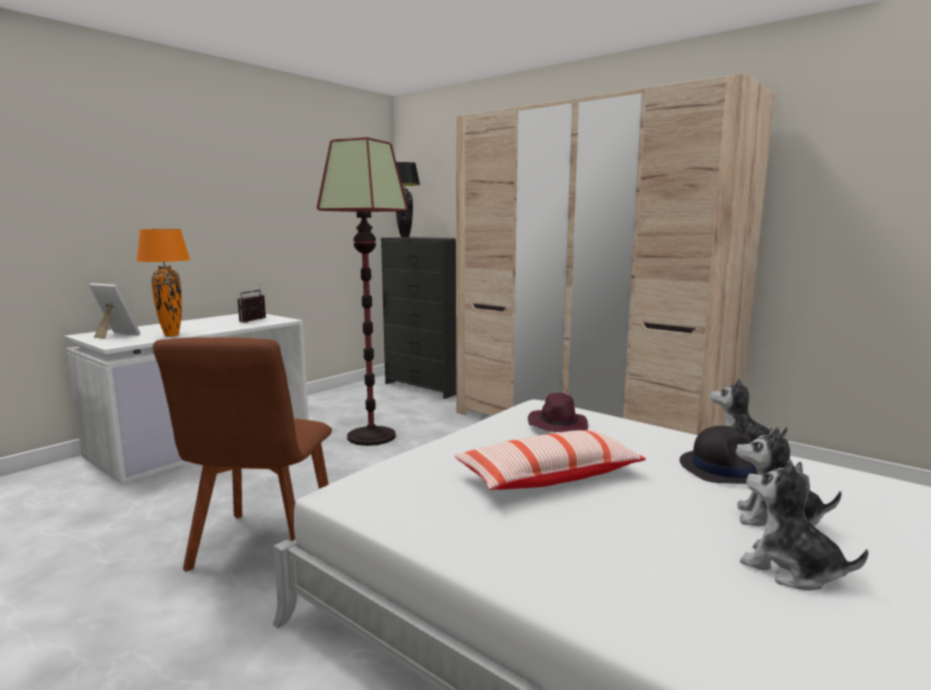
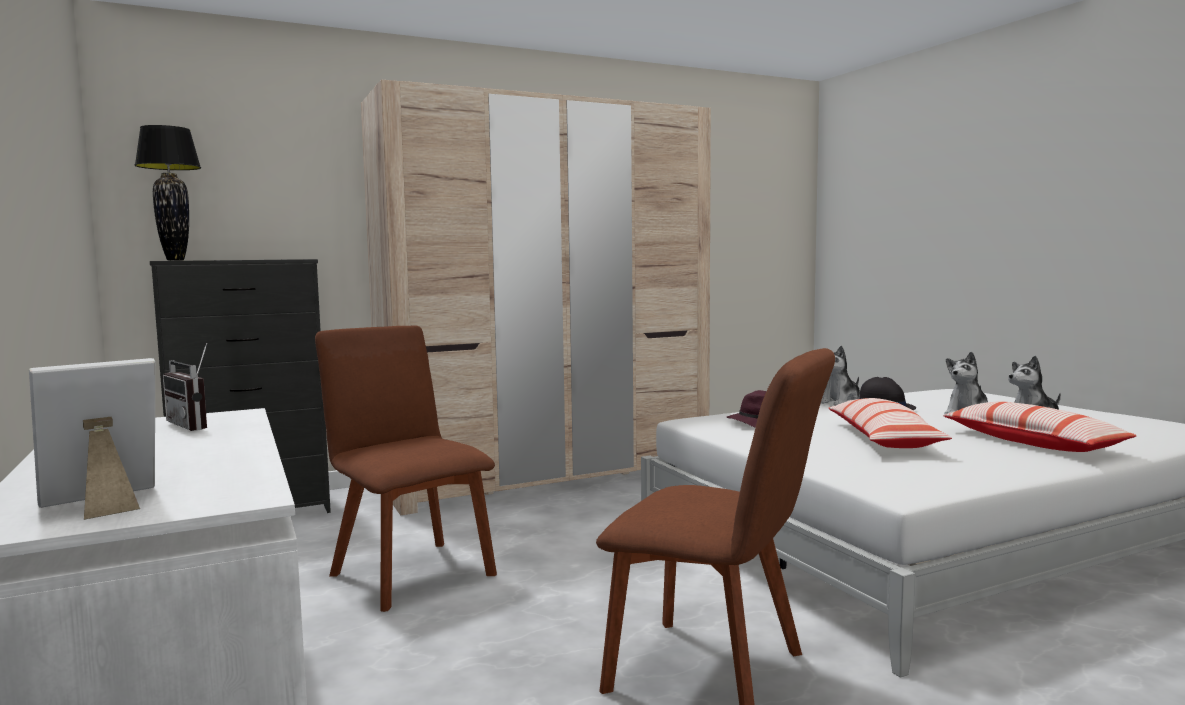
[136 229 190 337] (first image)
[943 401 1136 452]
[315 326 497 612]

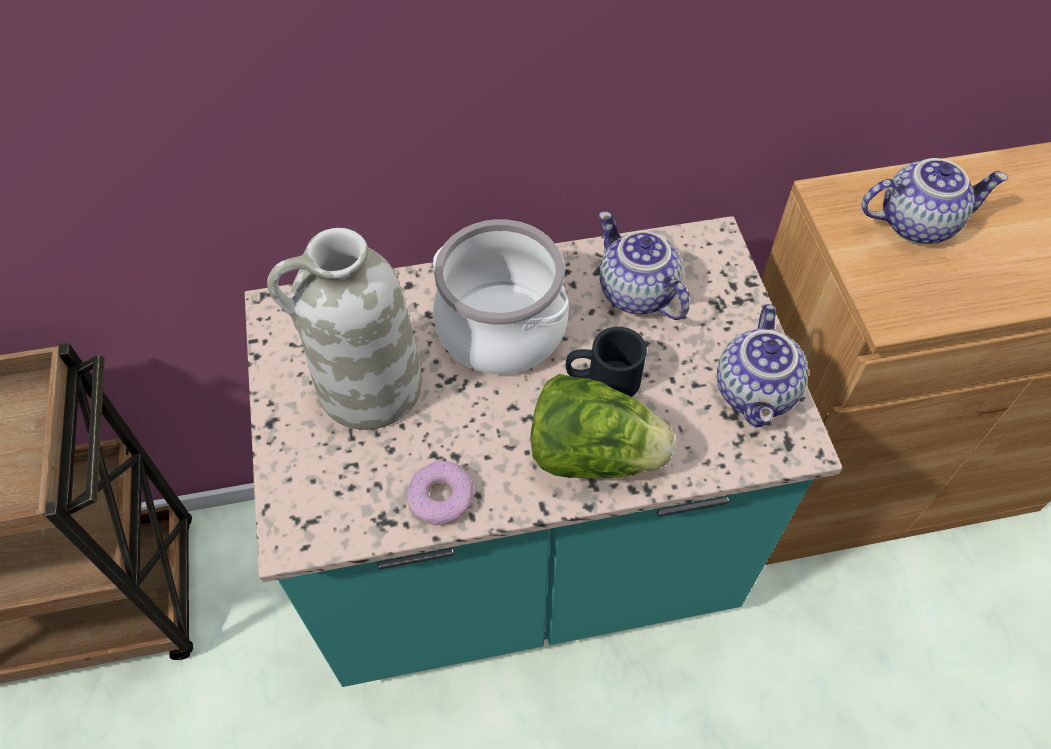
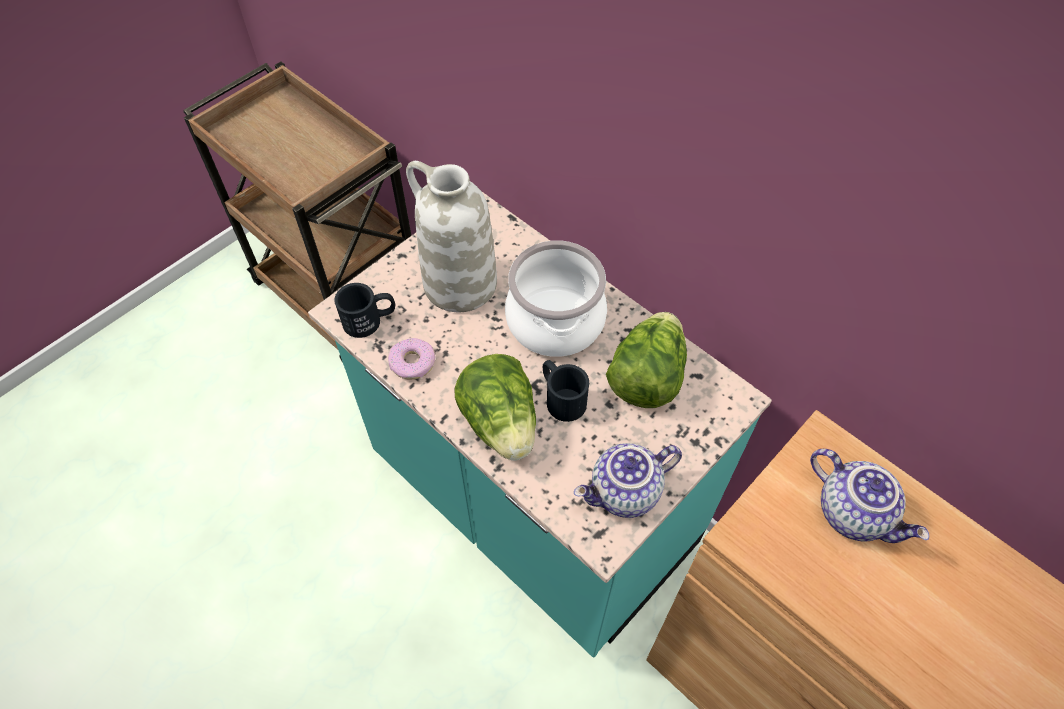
[334 283 395 338]
[606 312 687 408]

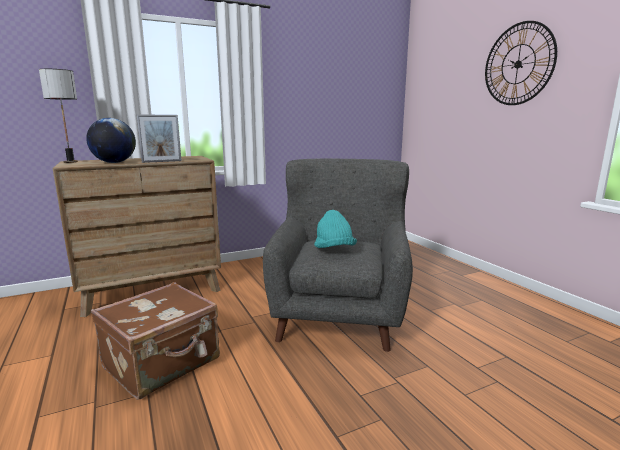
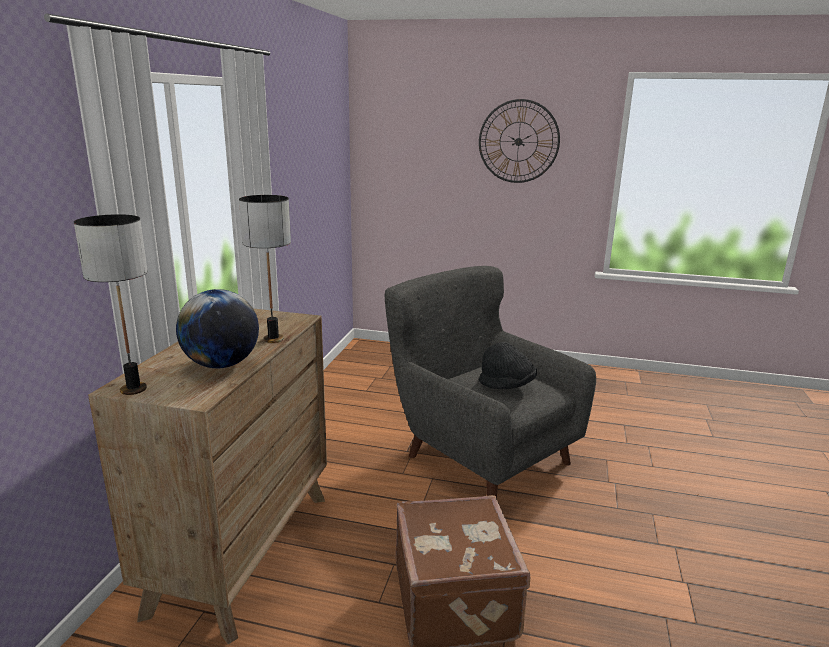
[239 195 291 343]
[479 342 537 389]

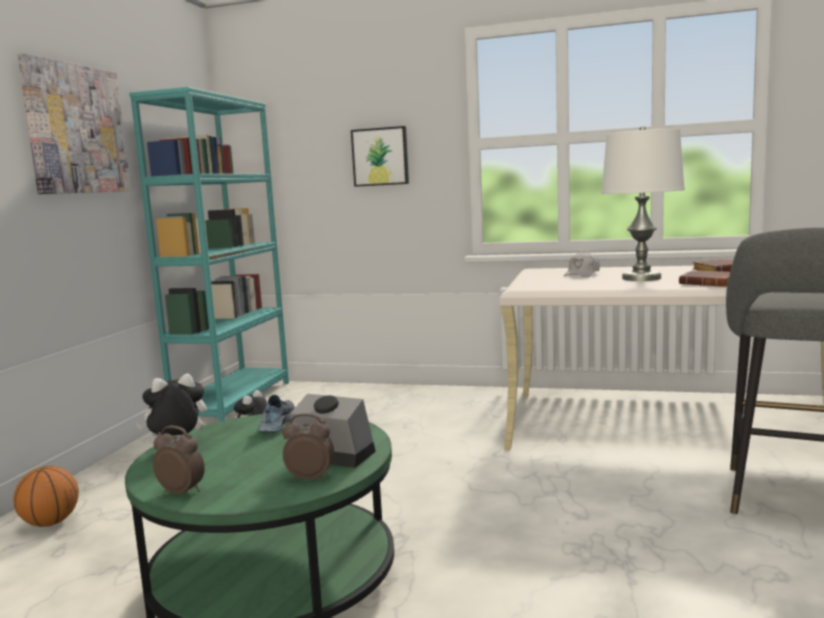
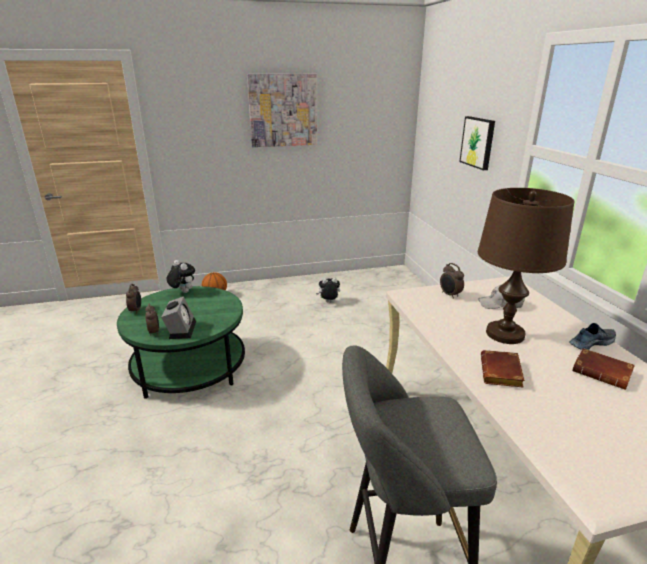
[129 87 289 422] (first image)
[440 263 464 299]
[569 323 616 350]
[478 188 574 344]

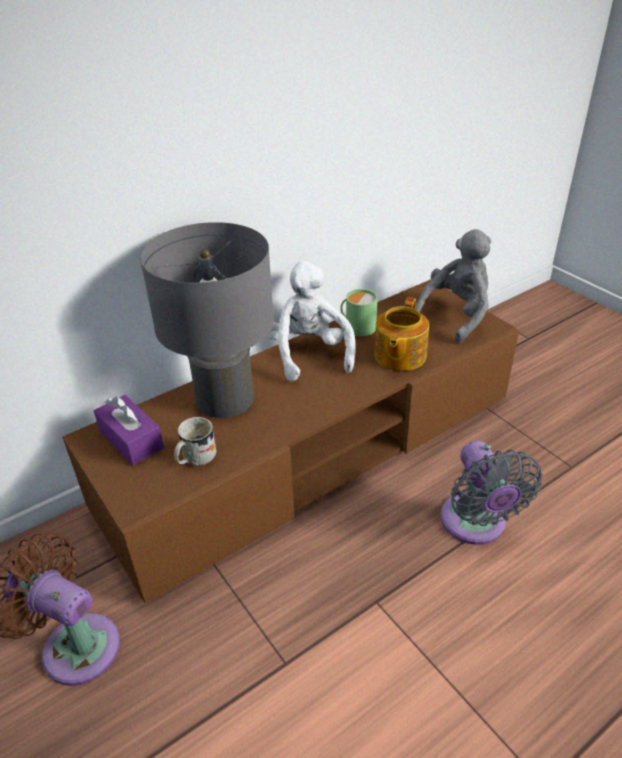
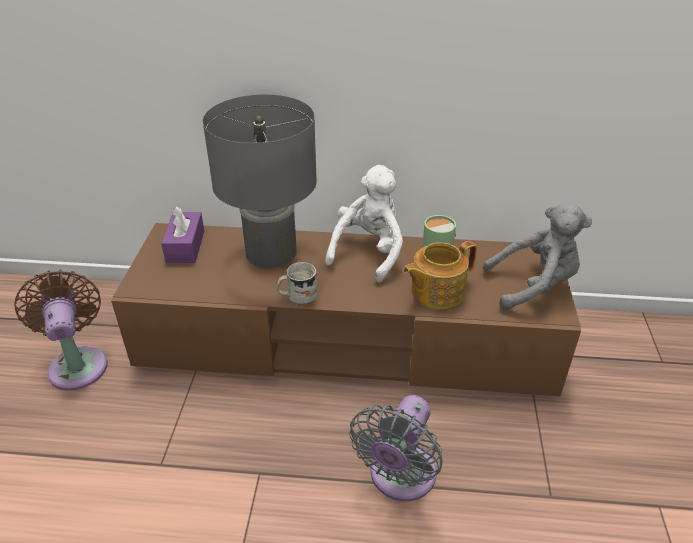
[276 262 318 305]

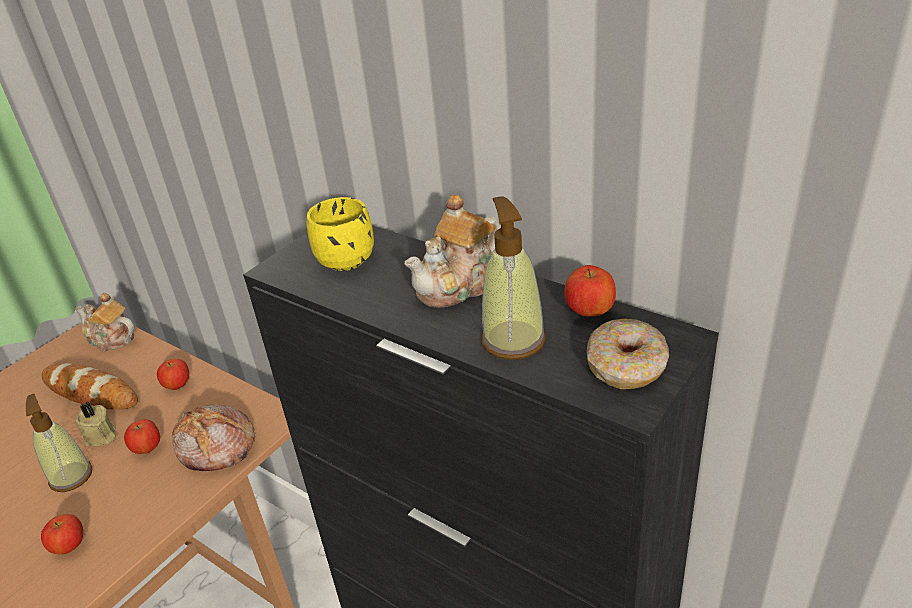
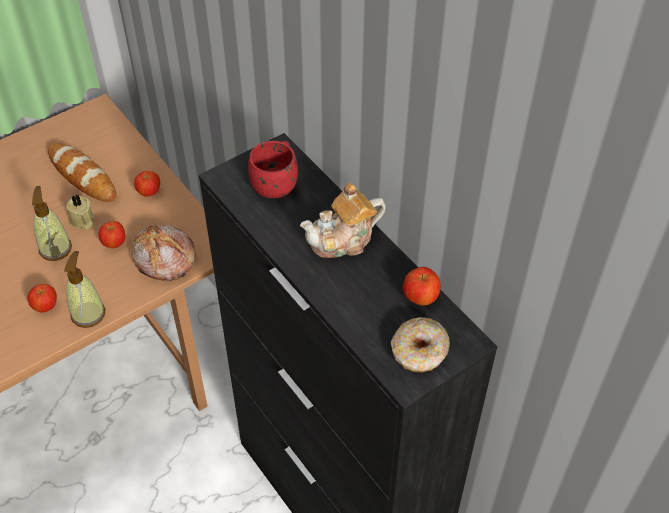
[76 293 134 352] (first image)
[64 251 105 328]
[248 141 298 198]

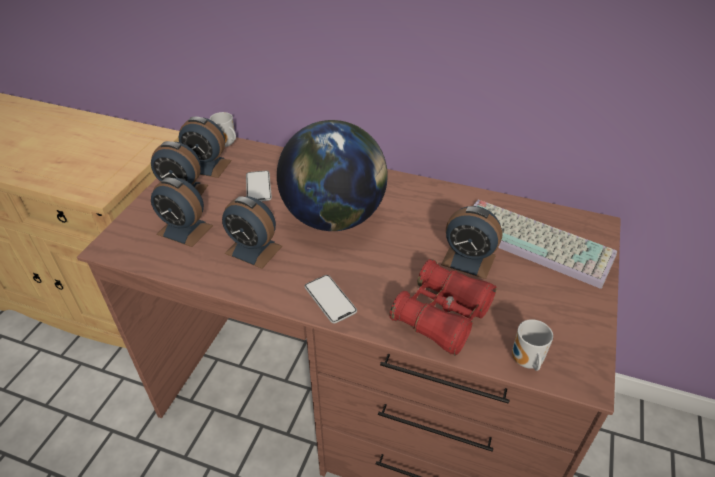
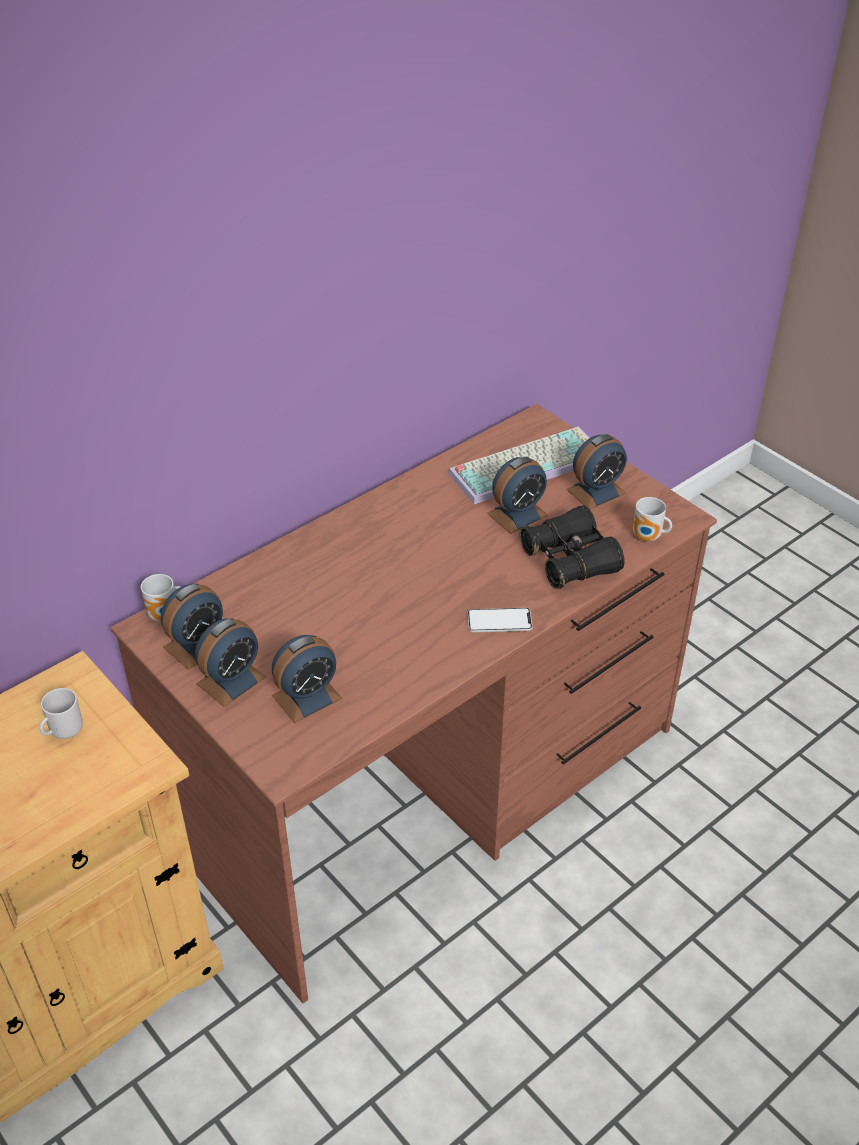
[246 171 272 201] (first image)
[277 120 388 231] (first image)
[40 688 83 739]
[566 434 627 509]
[519 505 625 589]

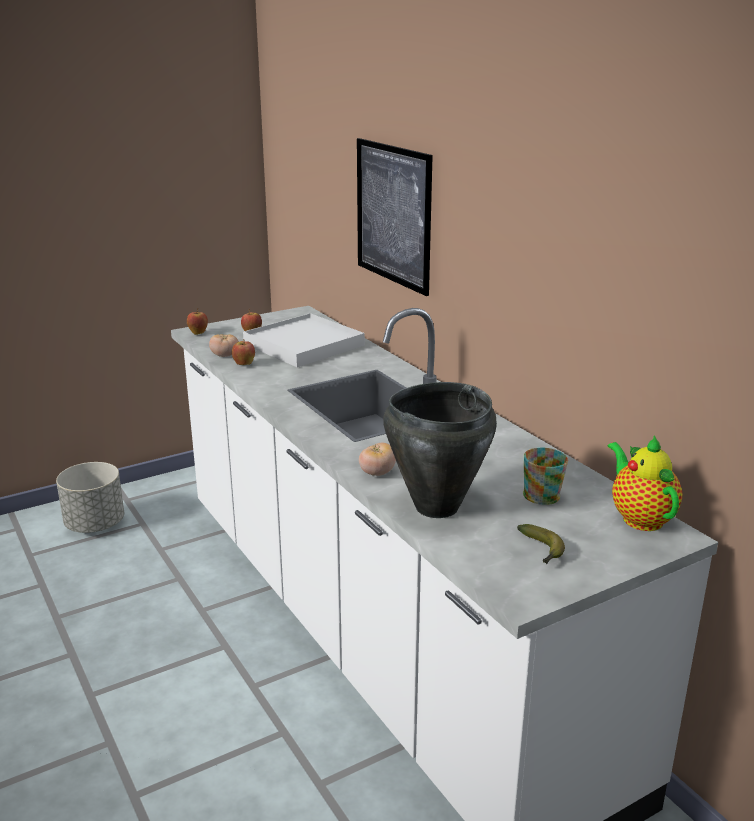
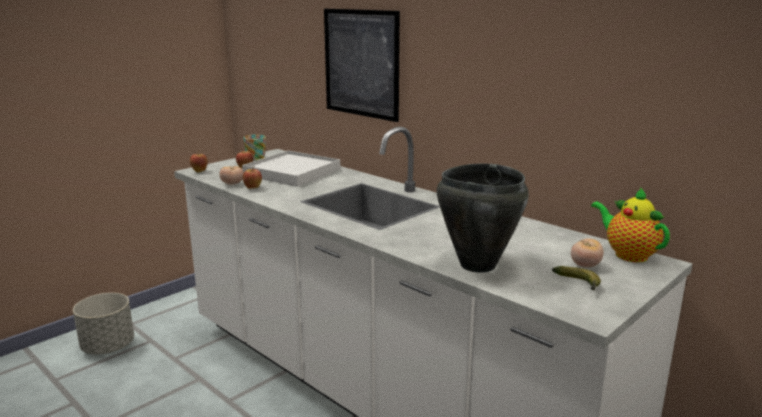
[571 238 604 268]
[243 134 266 161]

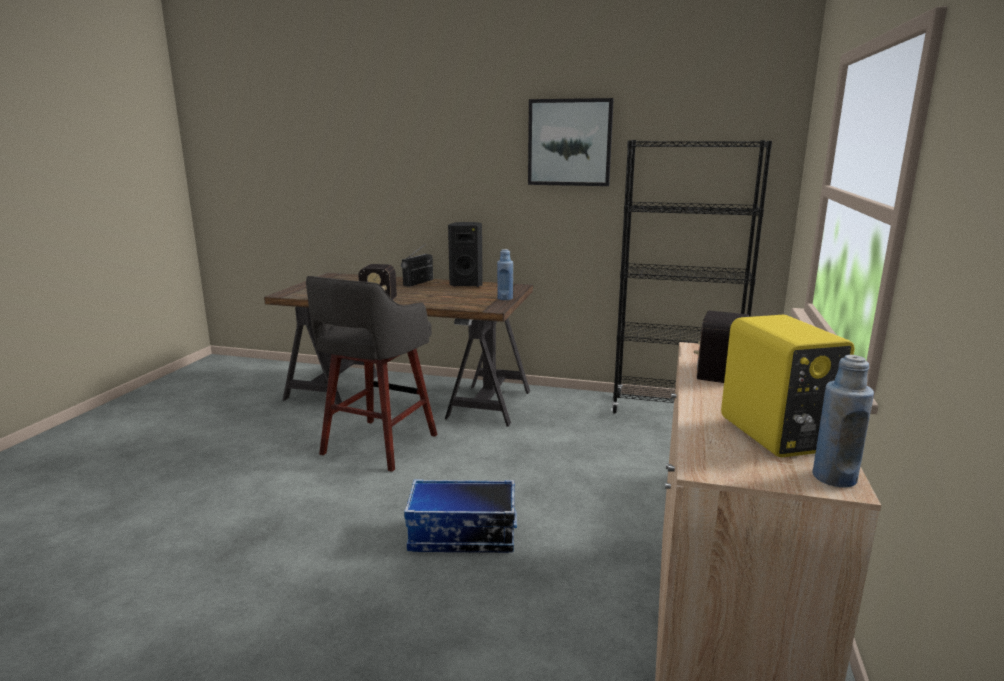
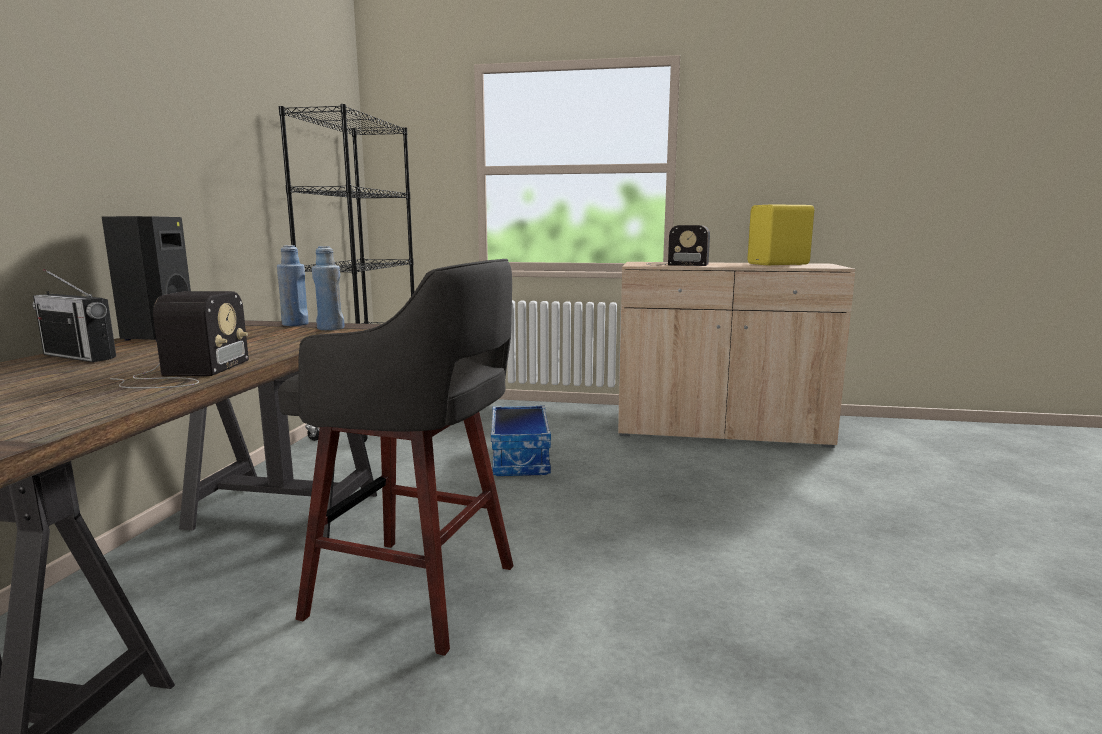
[528 98 614 186] (first image)
[491 406 551 476]
[312 246 344 330]

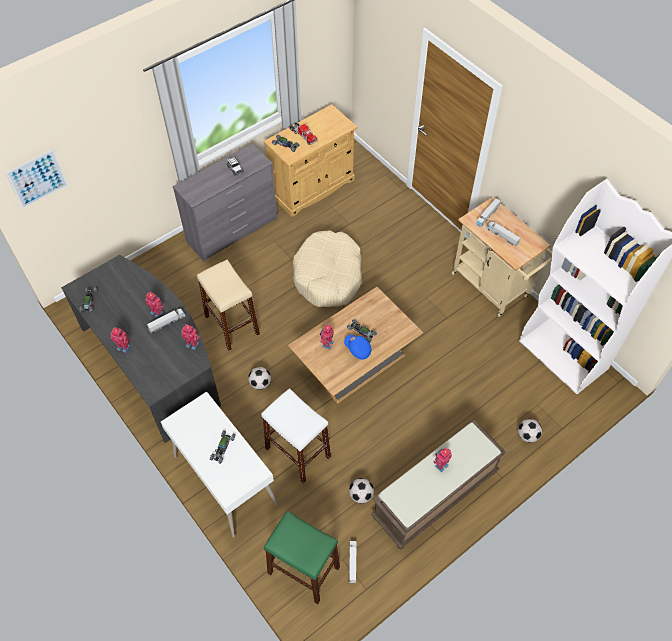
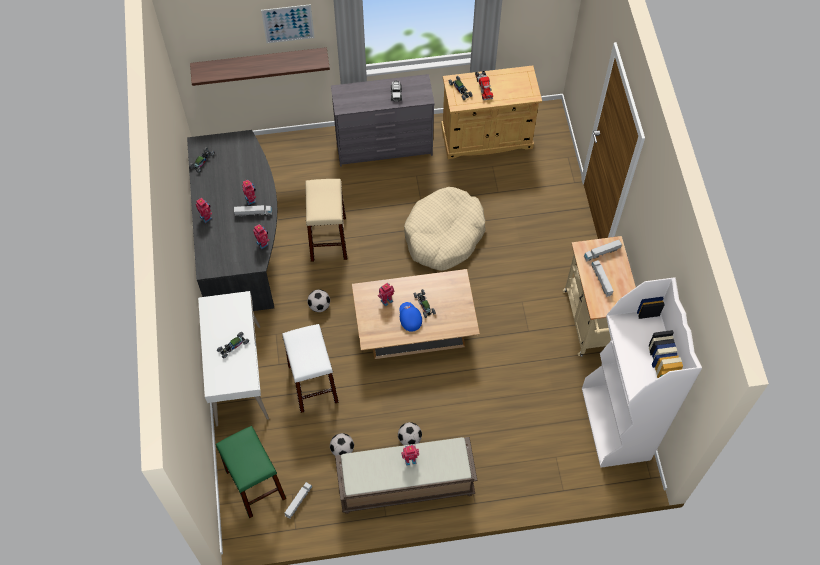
[190 47 330 86]
[261 4 314 43]
[398 422 422 445]

